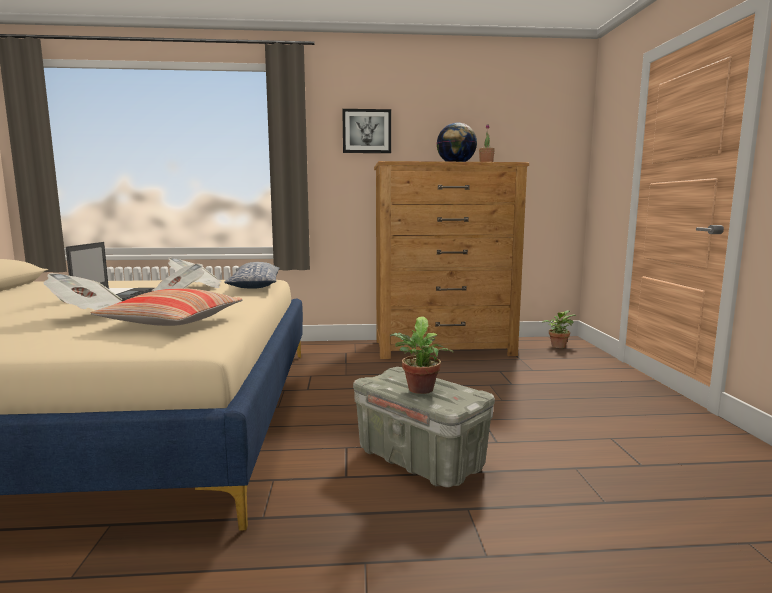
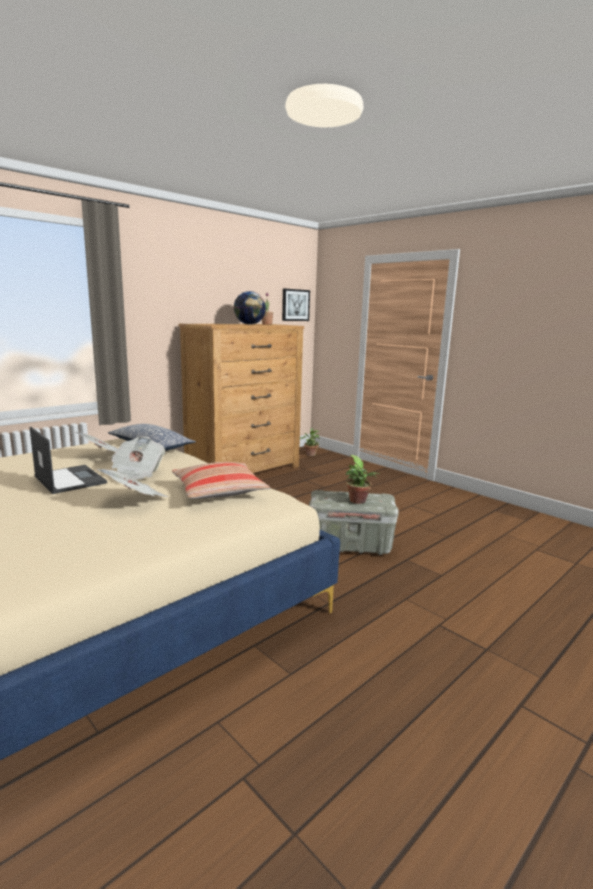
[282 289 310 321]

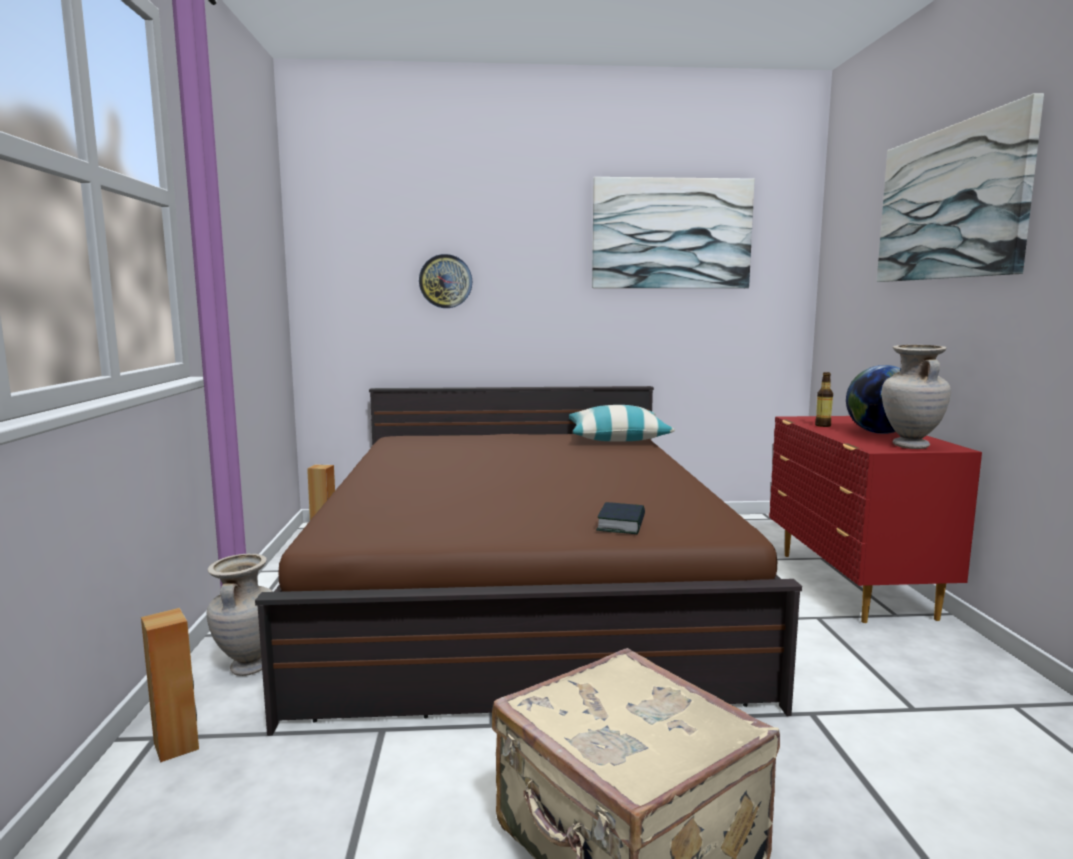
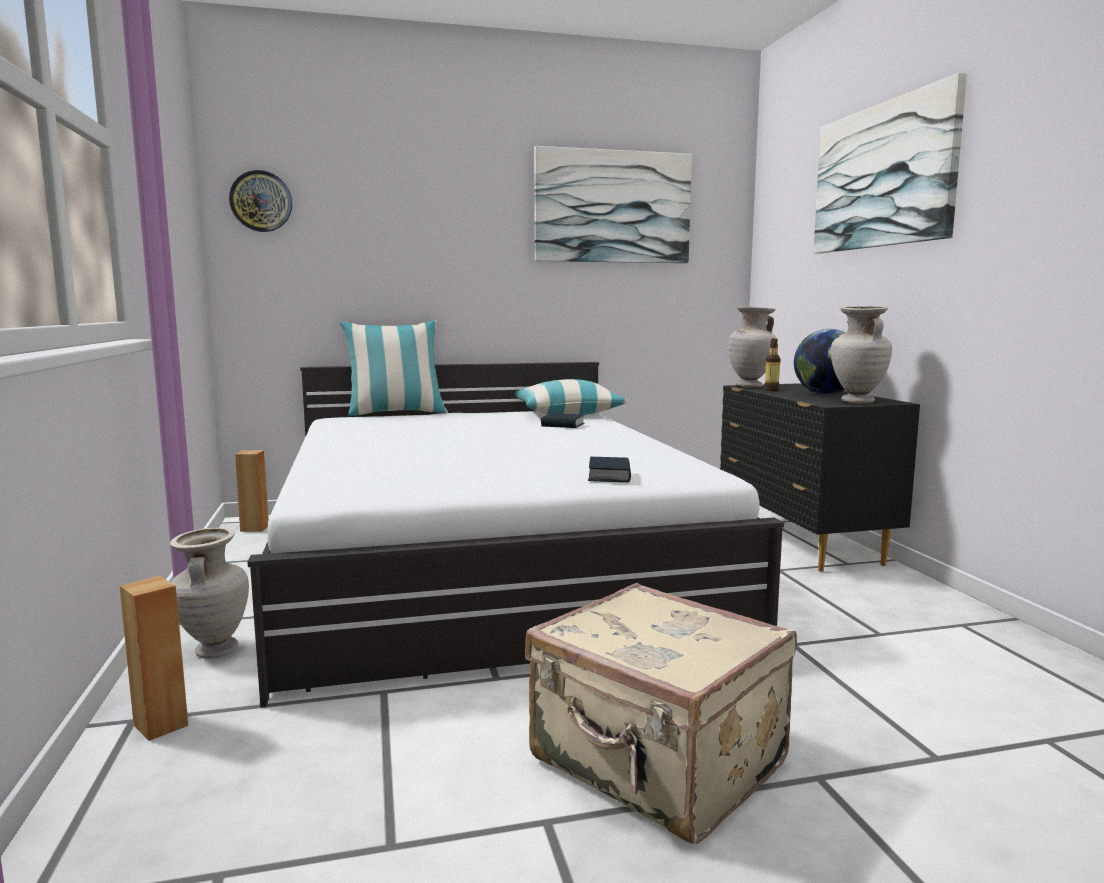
[339 320 448 416]
[541 413 585 428]
[728 307 776 387]
[229 170 292 232]
[247 362 784 707]
[720 383 920 572]

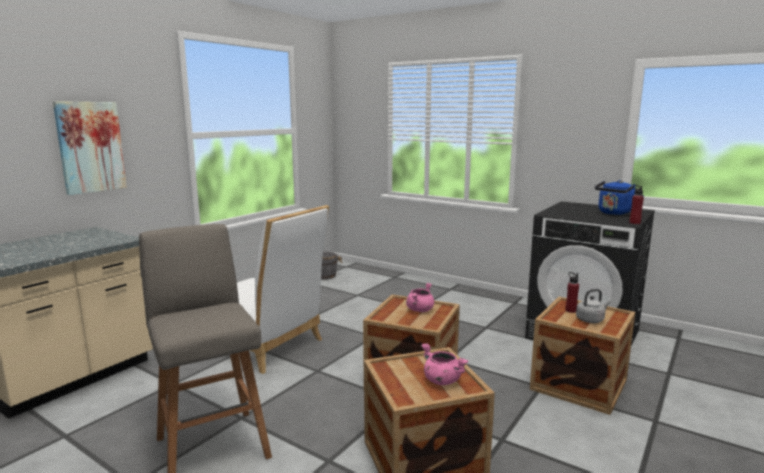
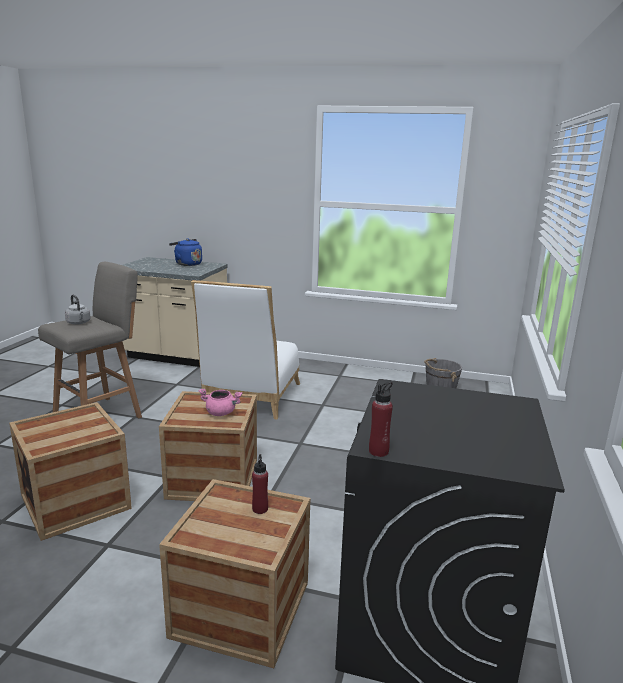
[53 101 127 195] (first image)
[421 343 468 385] (first image)
[65 295 91 324]
[169 238 202 266]

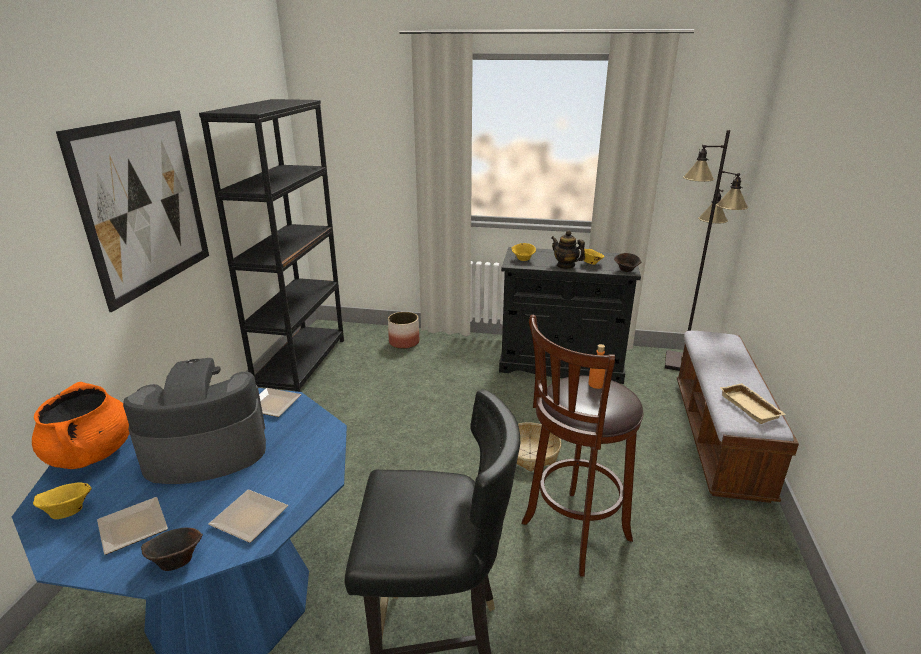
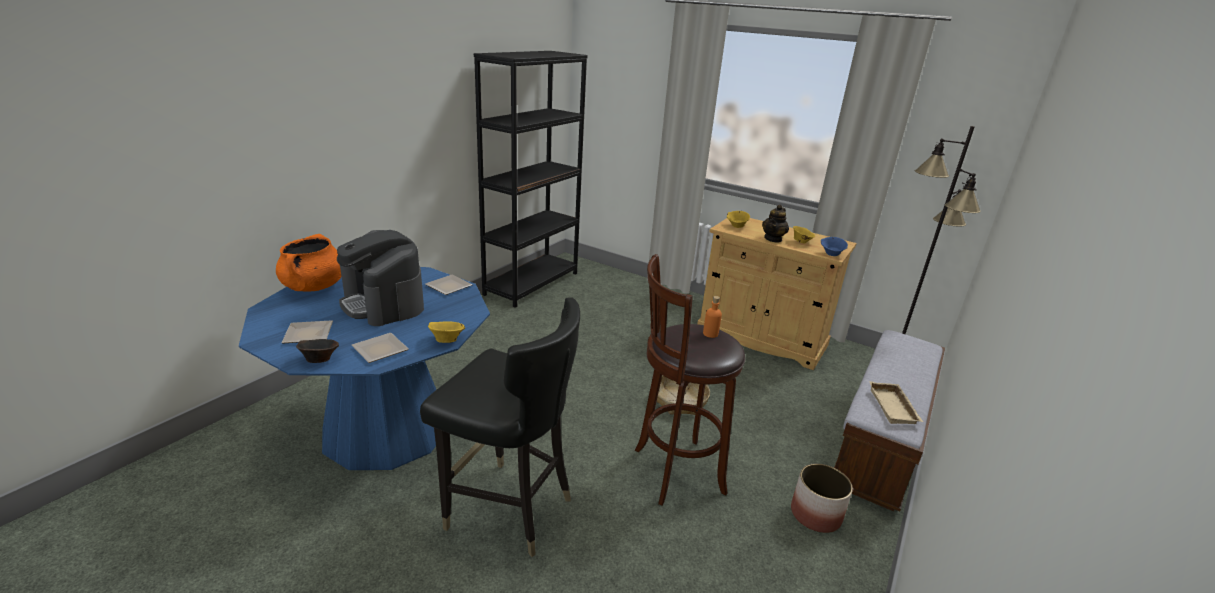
[56 110 209 312] (first image)
[428 321 465 343]
[791 463 853 533]
[697 218 857 370]
[821 237 848 256]
[337 230 424 326]
[762 204 789 243]

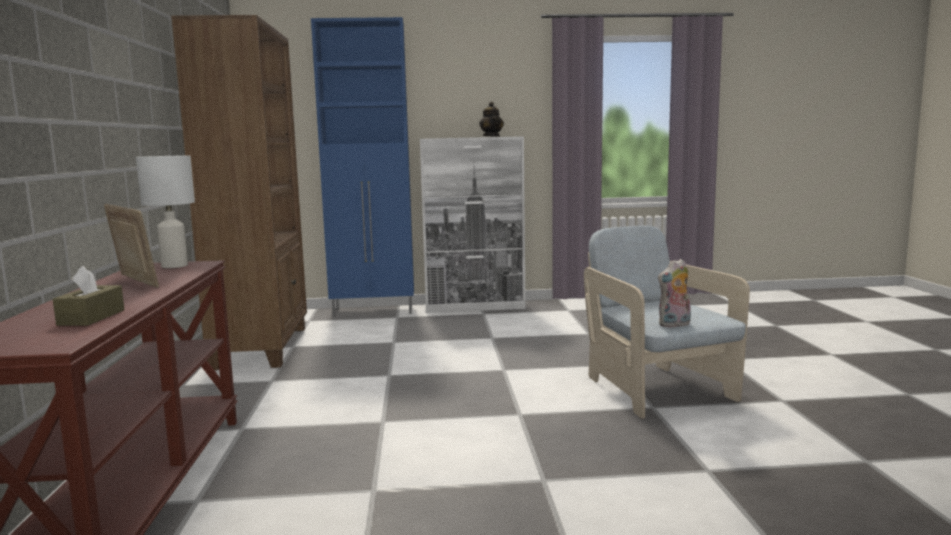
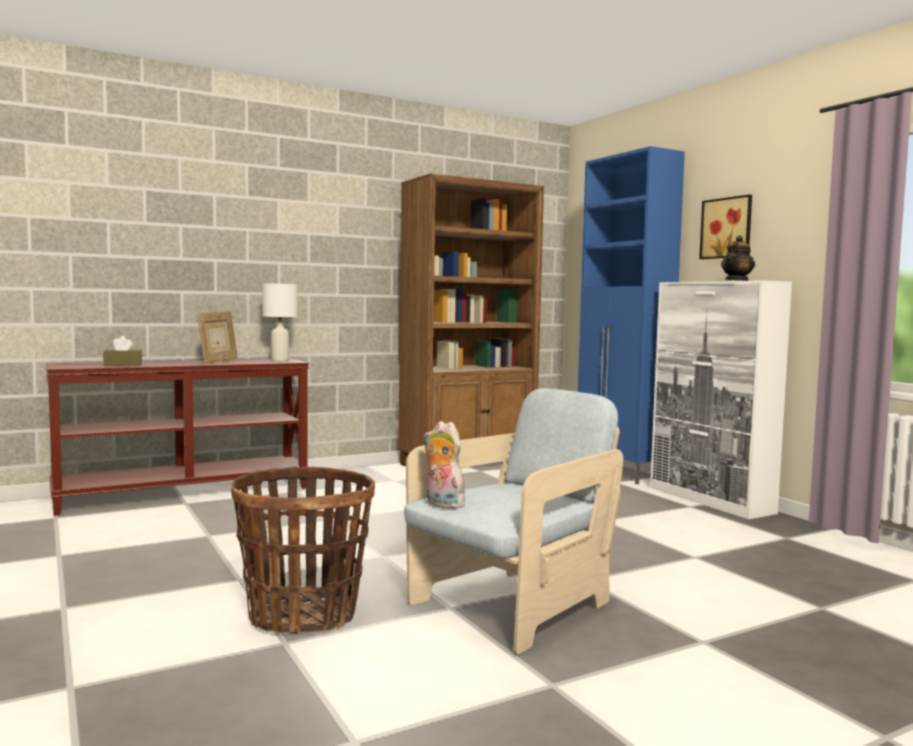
[231 467 375 634]
[699 194 752 259]

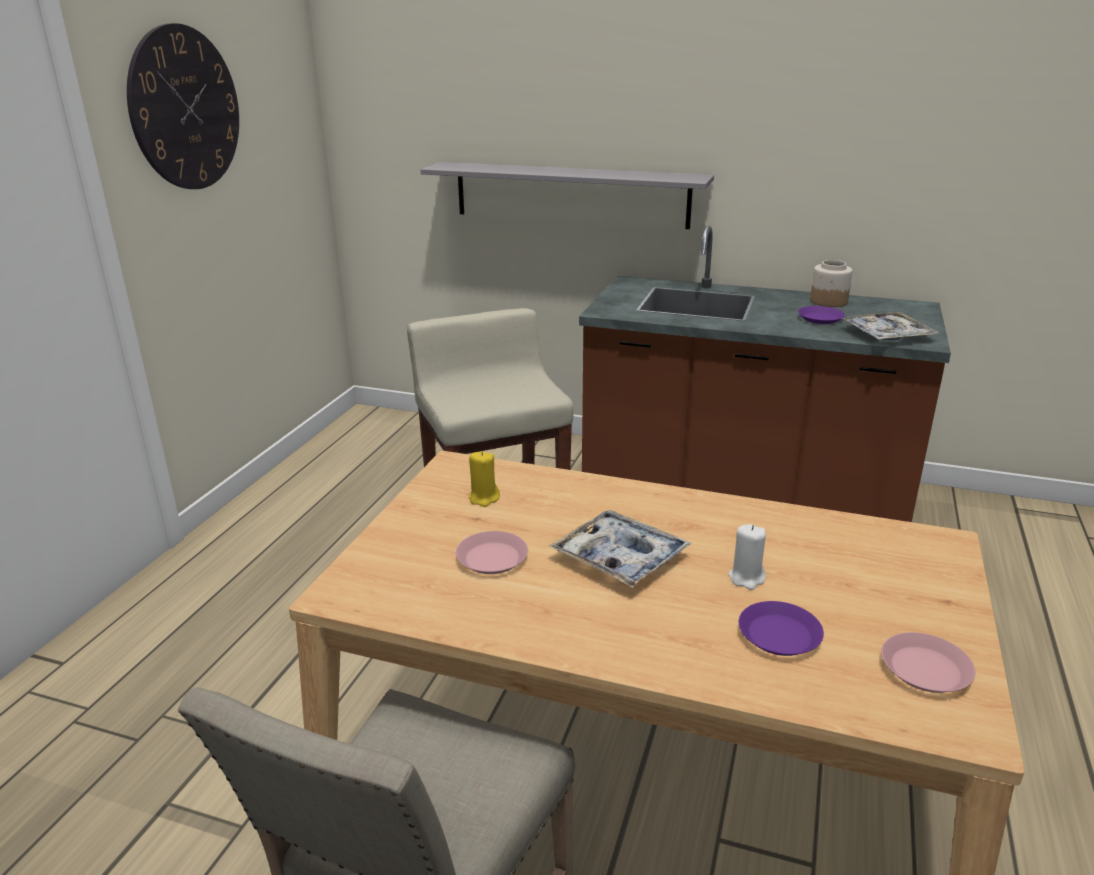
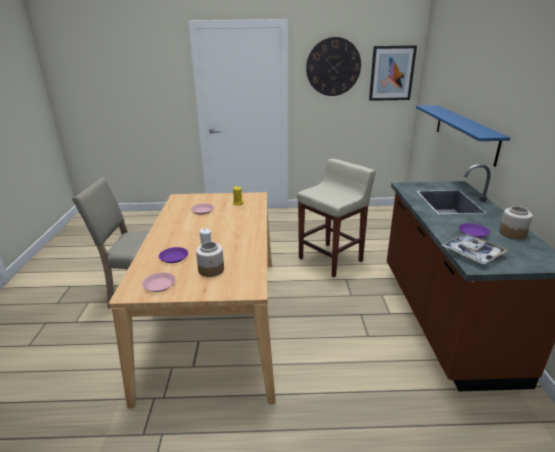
[549 510 691 588] (first image)
[196 242 224 277]
[369 45 417 101]
[416 105 510 167]

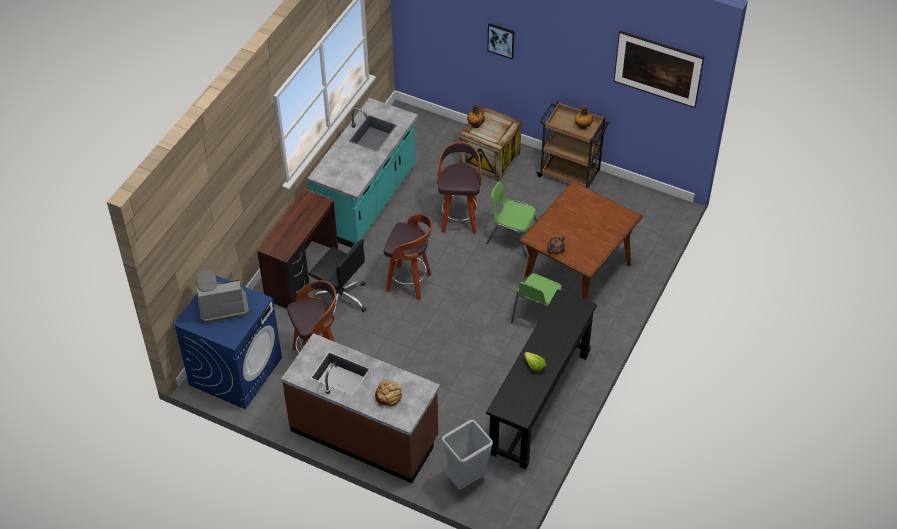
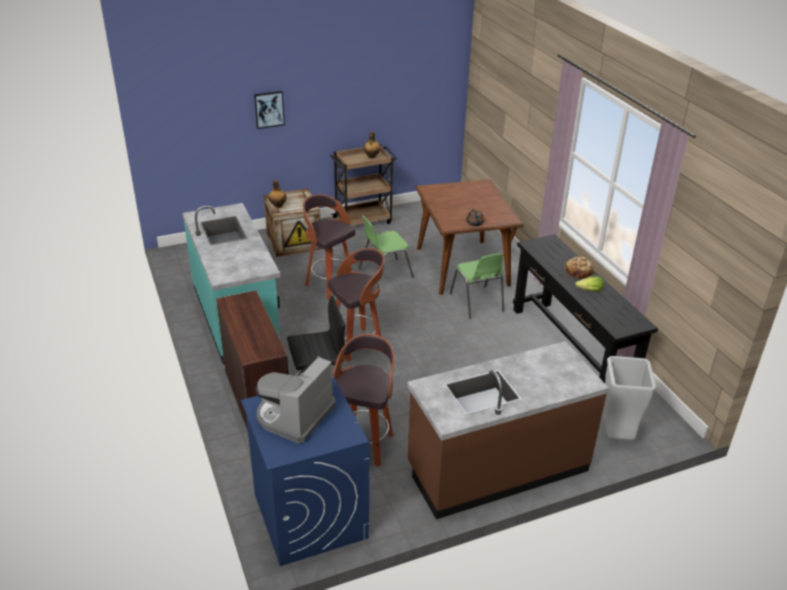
[614 31 704 108] (first image)
[565 257 595 279]

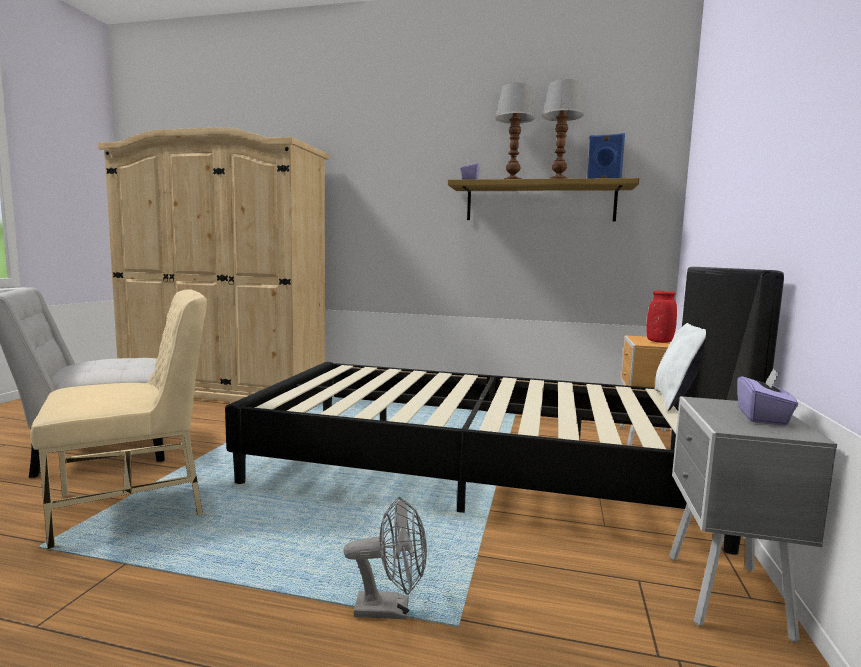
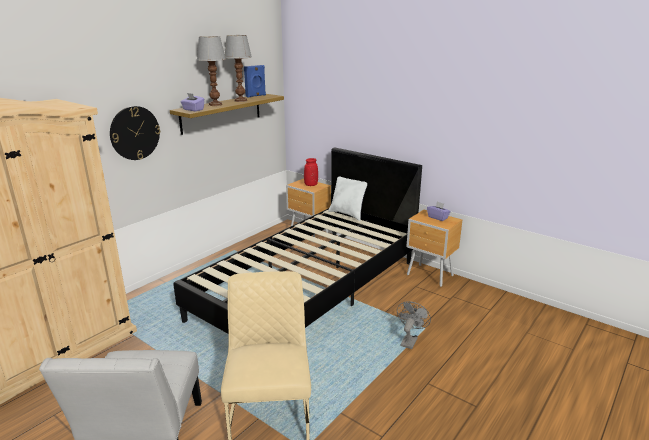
[110 106 160 160]
[406 210 462 287]

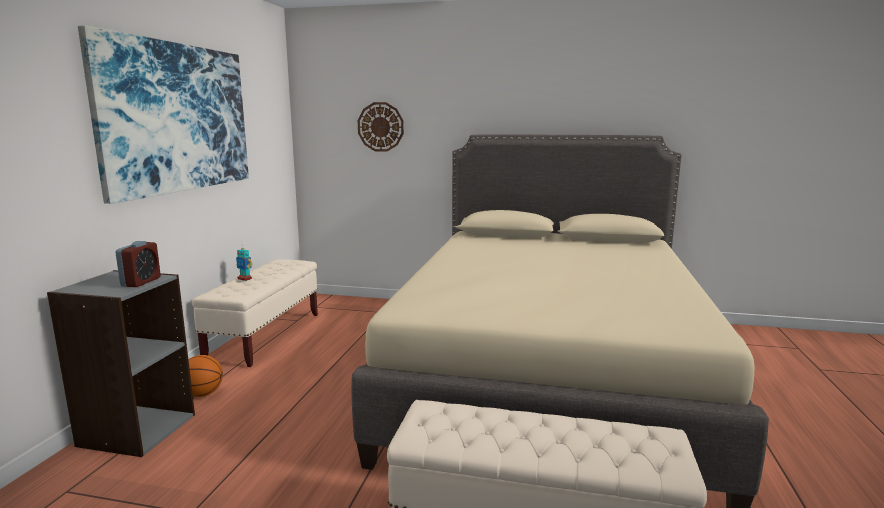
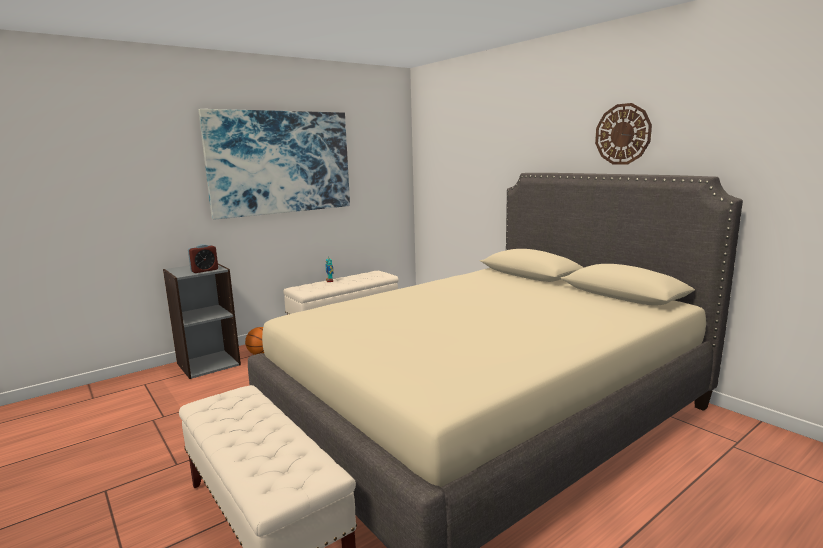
[595 103 652 165]

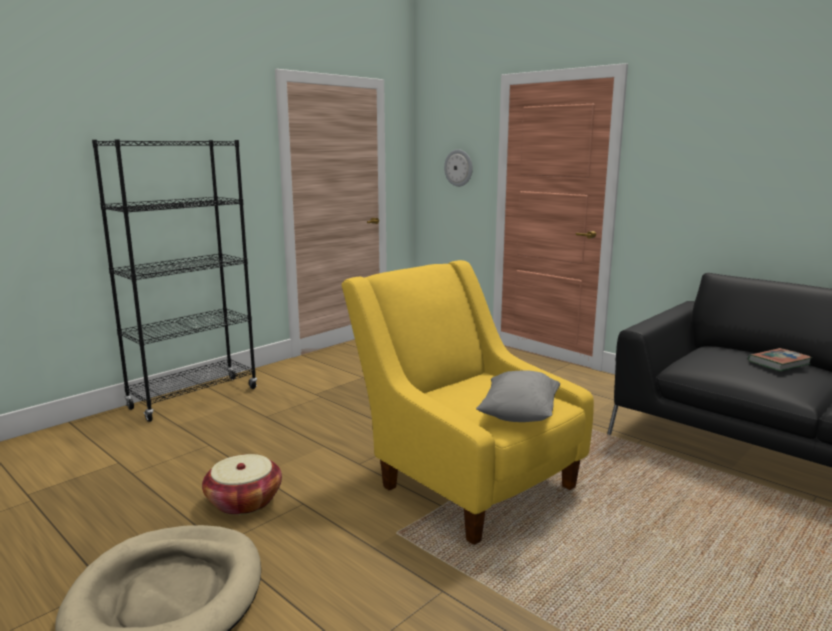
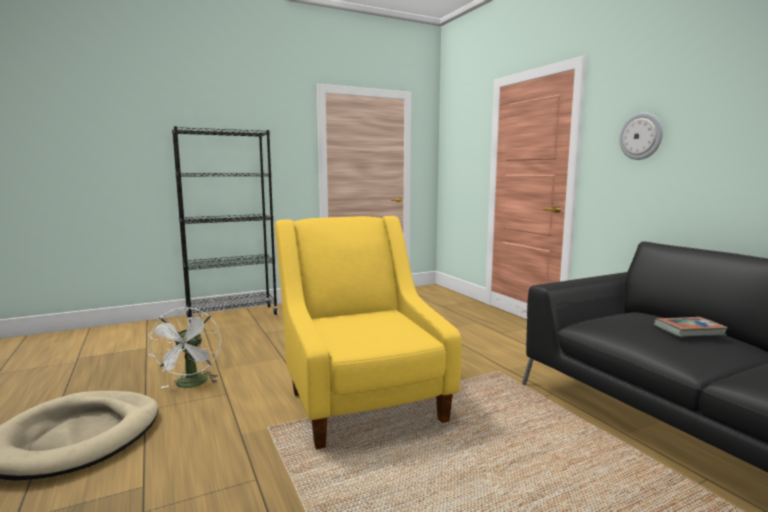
[476 370 560 422] (first image)
[619 113 663 160]
[147 307 221 388]

